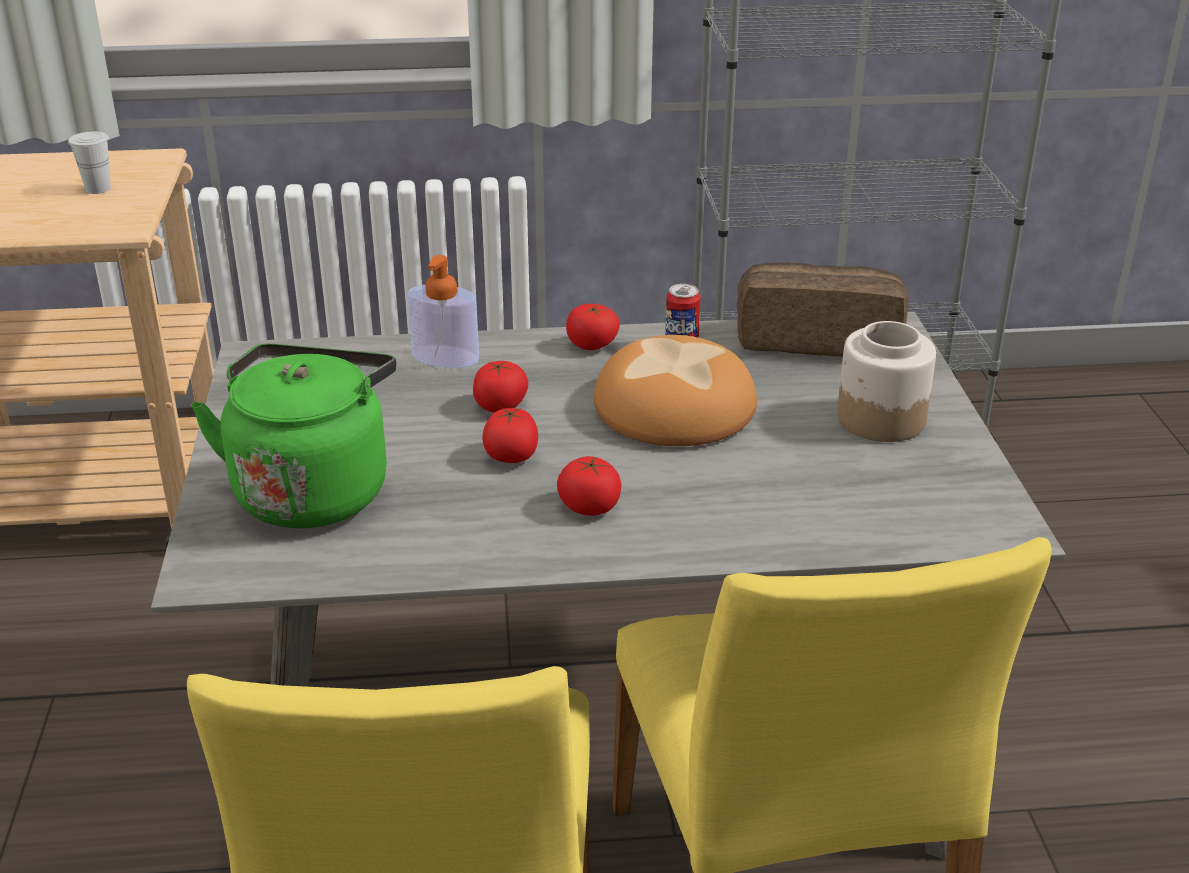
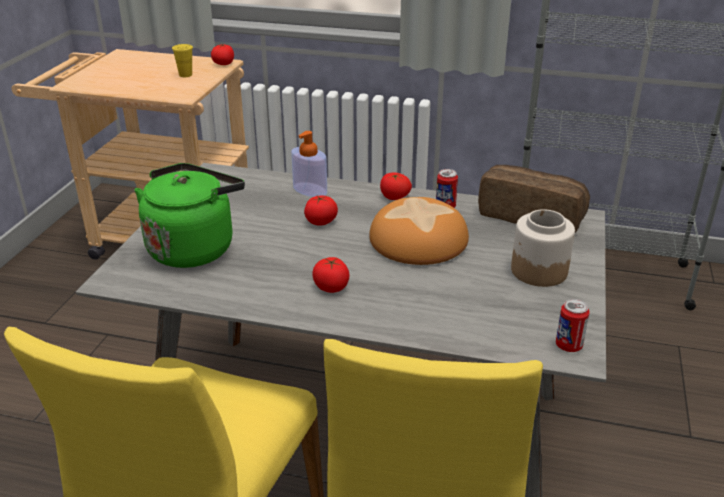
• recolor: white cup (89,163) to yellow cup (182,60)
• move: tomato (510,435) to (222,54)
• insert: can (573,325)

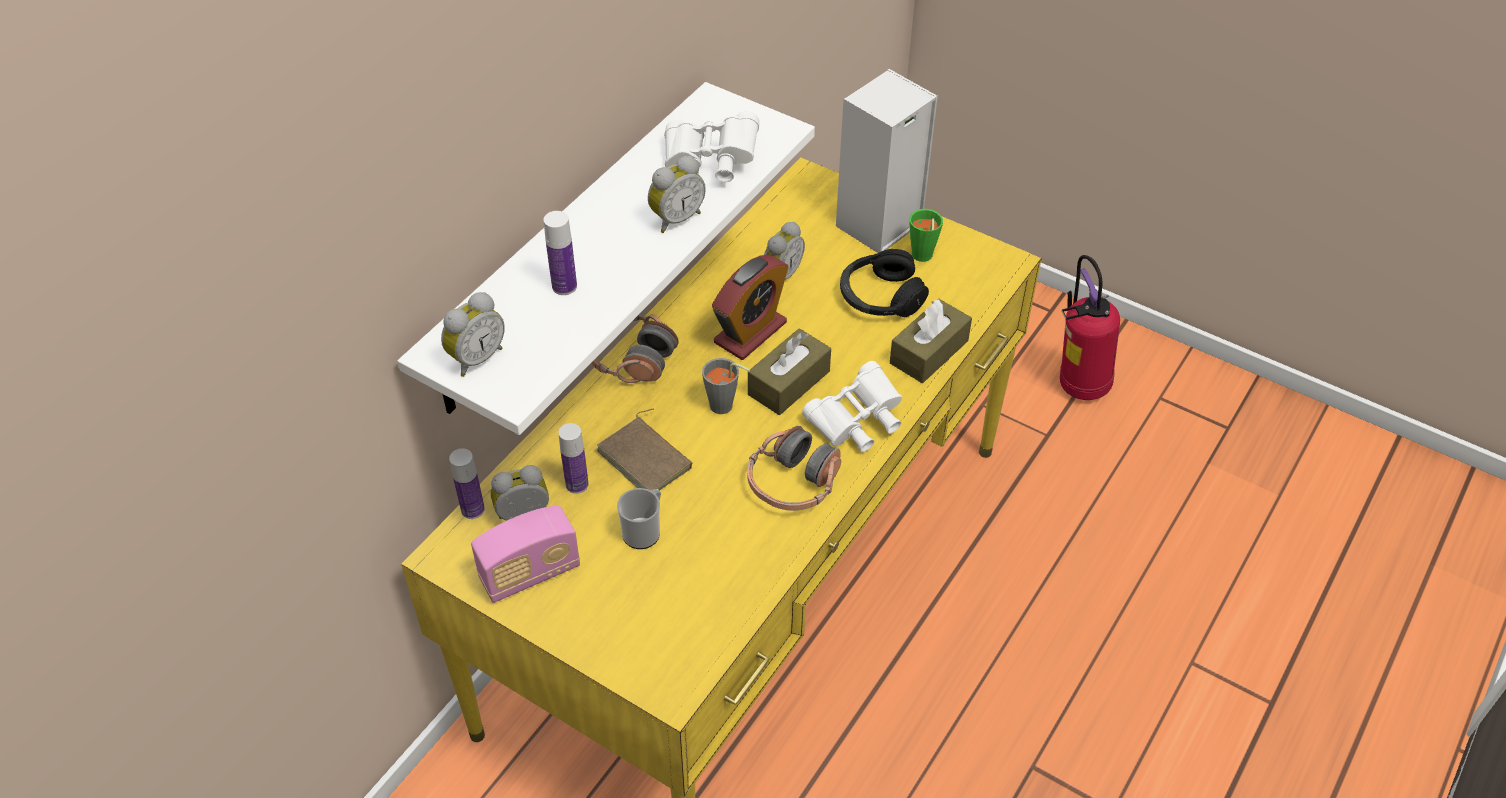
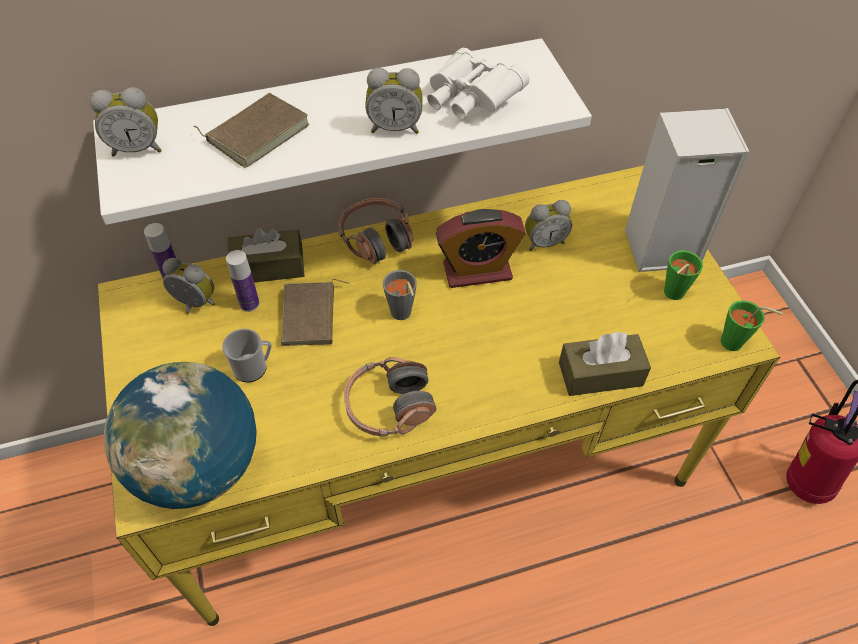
• replace: bottle (560,253) to brown book (251,130)
• delete: black headphones (884,283)
• move: brown tissue box (789,371) to (266,255)
• delete: white binoculars (852,406)
• delete: radio (525,554)
• insert: green cup (751,325)
• insert: globe (180,435)

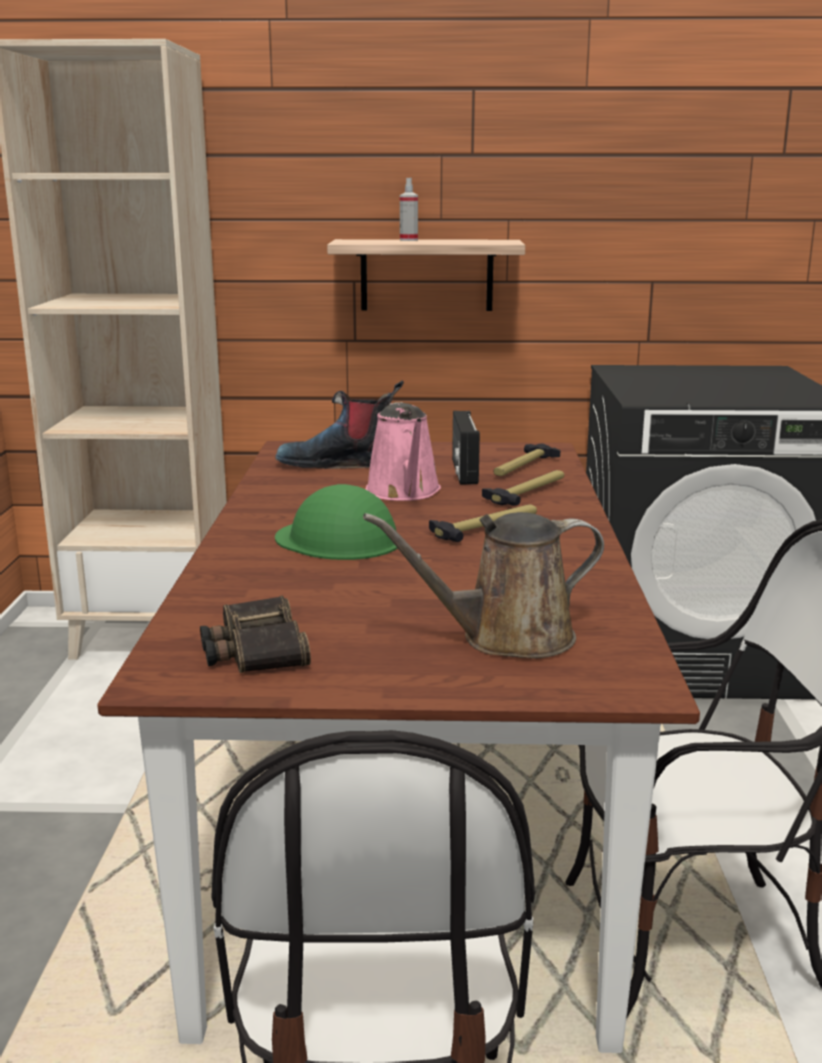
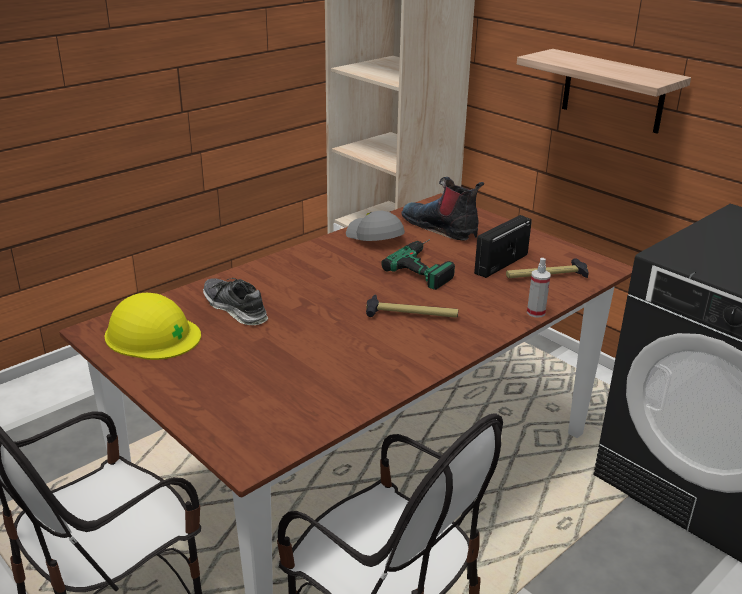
• move: spray bottle (409,209) to (539,287)
• replace: pink watering can (403,451) to power drill (418,264)
• delete: hammer (523,488)
• delete: green hard hat (337,522)
• delete: brown watering can (483,585)
• replace: binoculars (255,634) to yellow hard hat (152,326)
• insert: grey cap (375,226)
• insert: shoe (235,301)

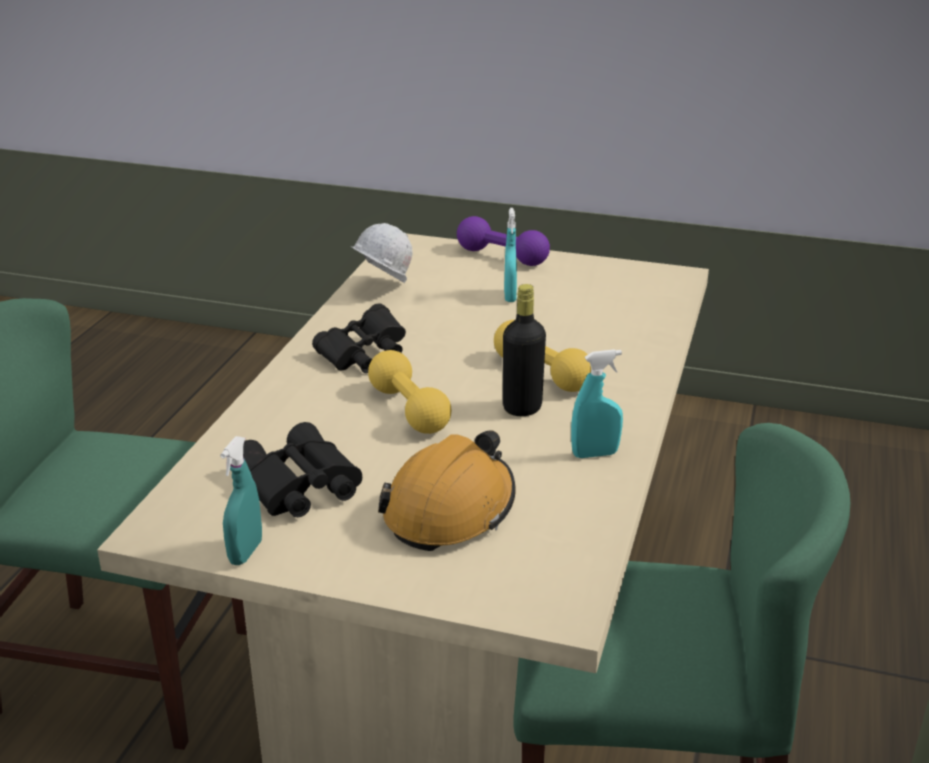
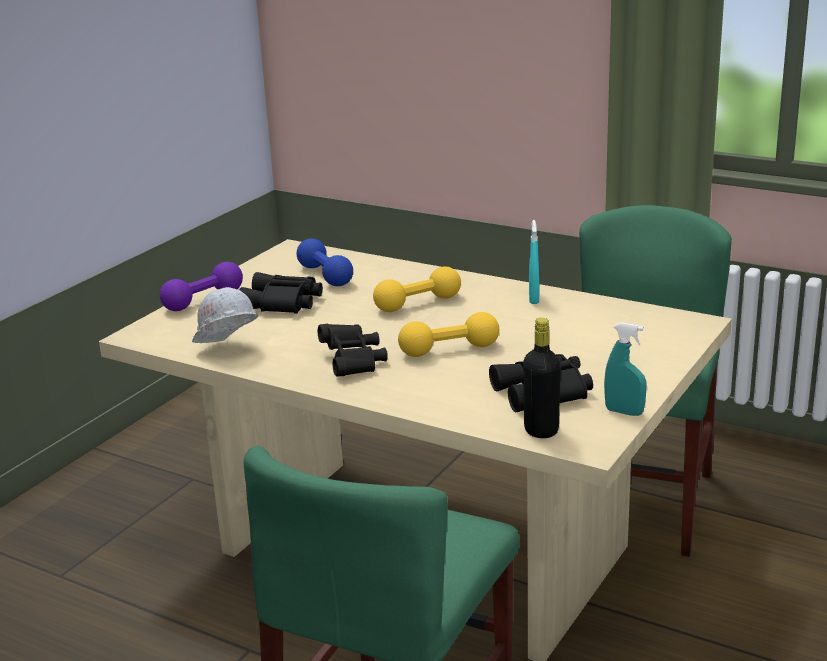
• replace: turquoise spray bottle (510,255) to black binoculars (281,293)
• move: black bottle (524,350) to (542,378)
• delete: orange hard hat (447,490)
• insert: blue dumbbell (325,262)

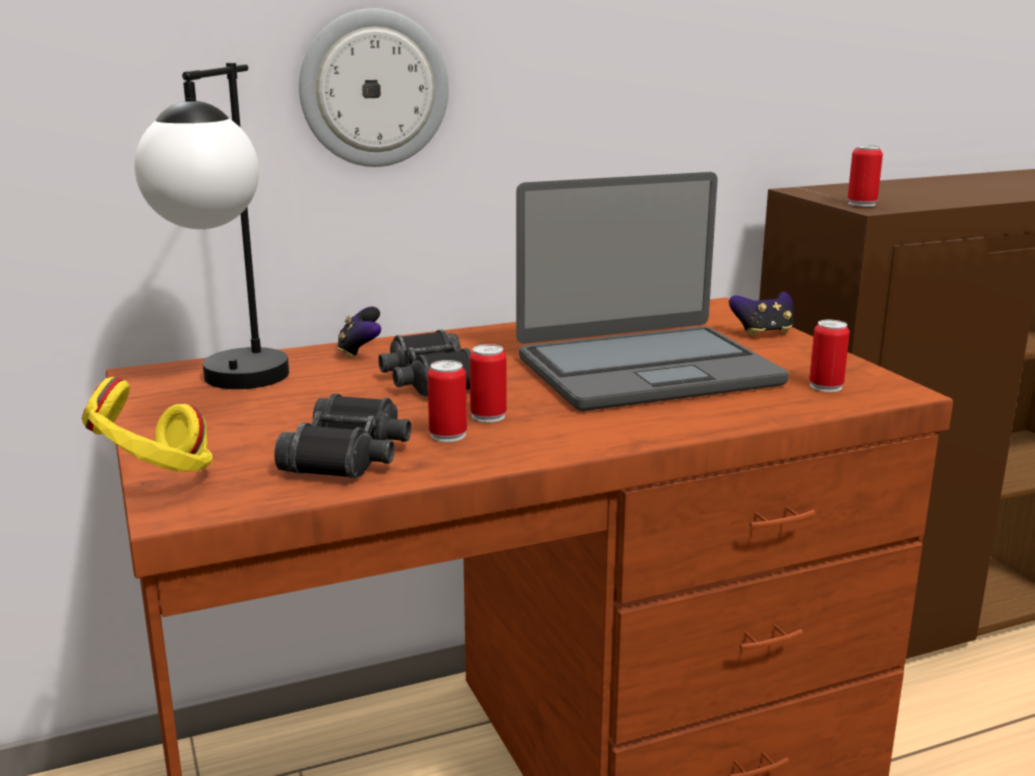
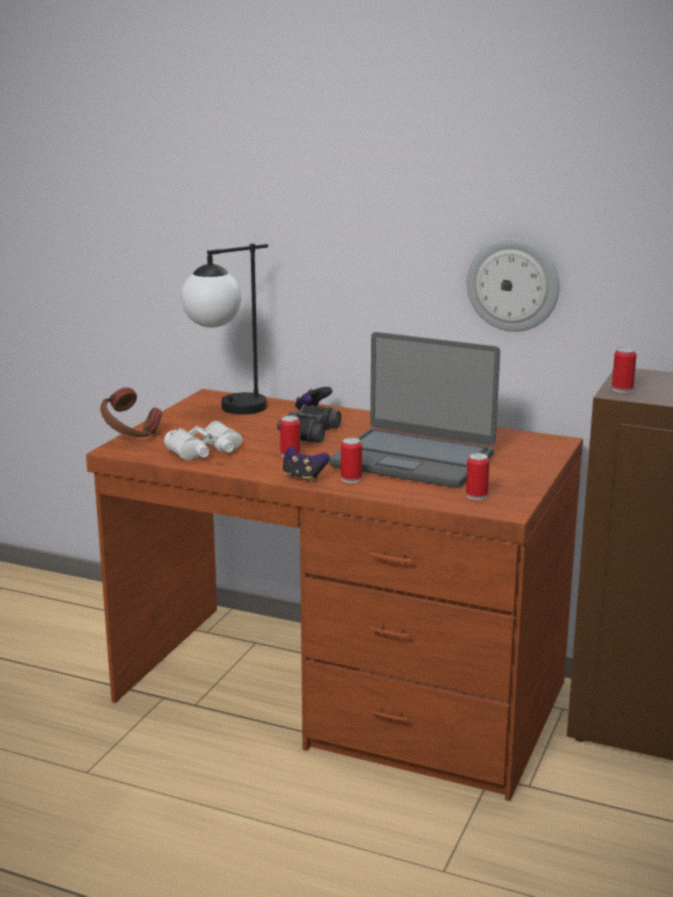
• move: wall clock (374,87) to (513,285)
• move: game controller (761,314) to (306,464)
• move: can (447,401) to (351,460)
• recolor: yellow headphones (147,424) to brown headphones (131,412)
• recolor: black binoculars (342,436) to white binoculars (203,440)

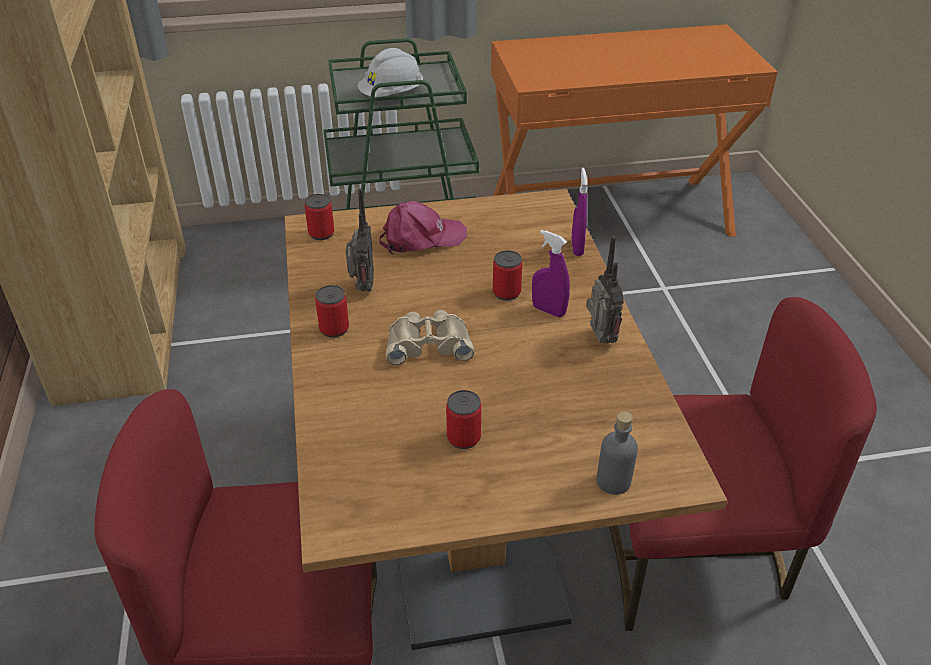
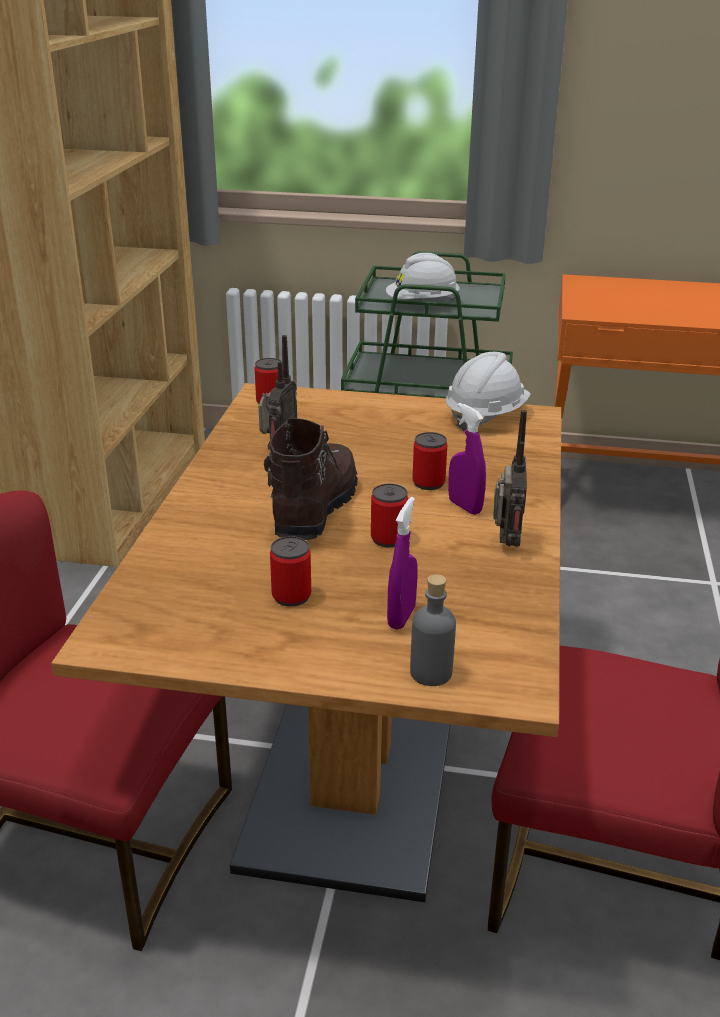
• move: purple spray bottle (579,212) to (402,563)
• delete: pink cap (423,228)
• move: can (332,311) to (389,516)
• replace: beige binoculars (430,337) to brown boot (311,479)
• insert: white hard hat (488,391)

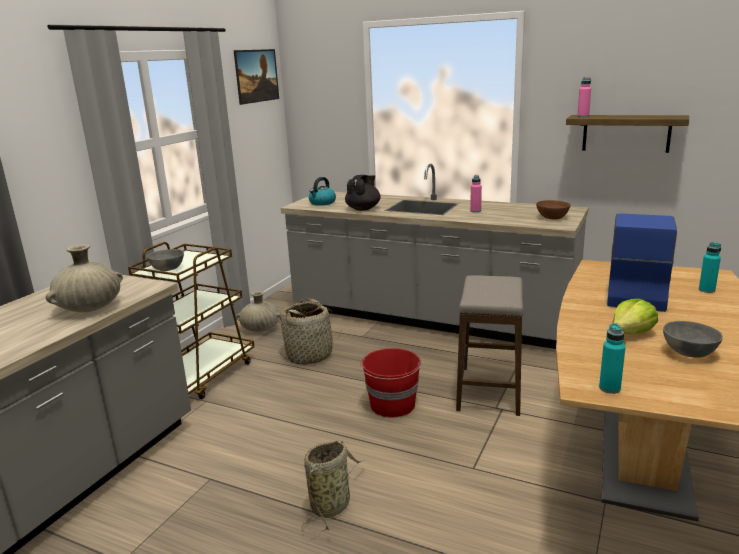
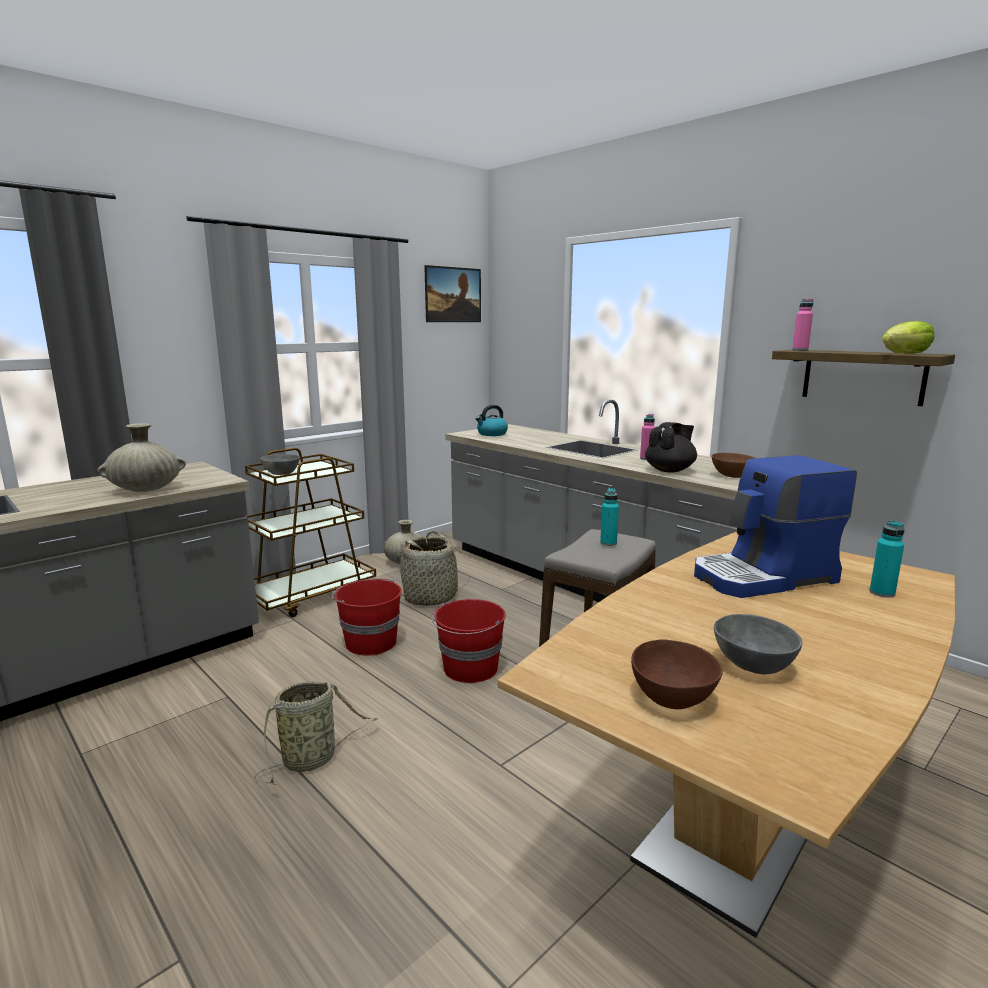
• move: black teapot (363,193) to (671,447)
• rotate: coffee machine (642,262) = (775,526) 150 degrees counterclockwise
• move: lettuce (635,316) to (908,337)
• move: turquoise bottle (612,359) to (609,517)
• insert: red bucket (367,617)
• insert: brown bowl (677,674)

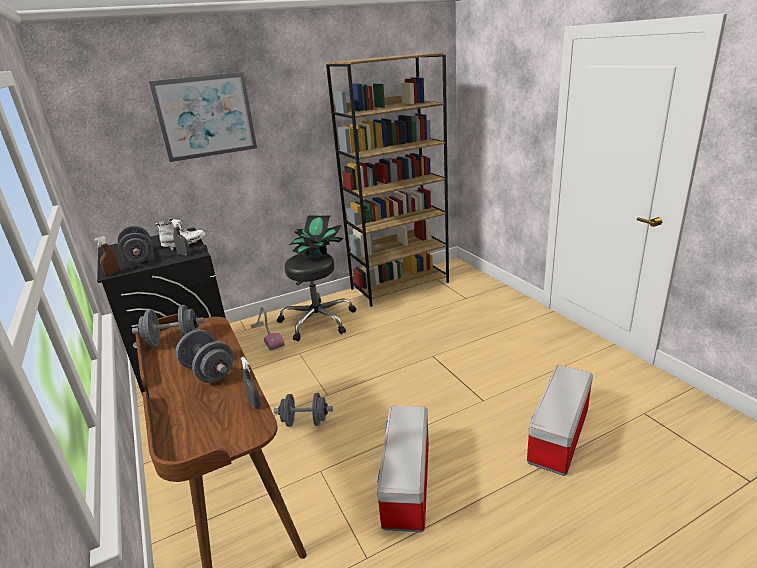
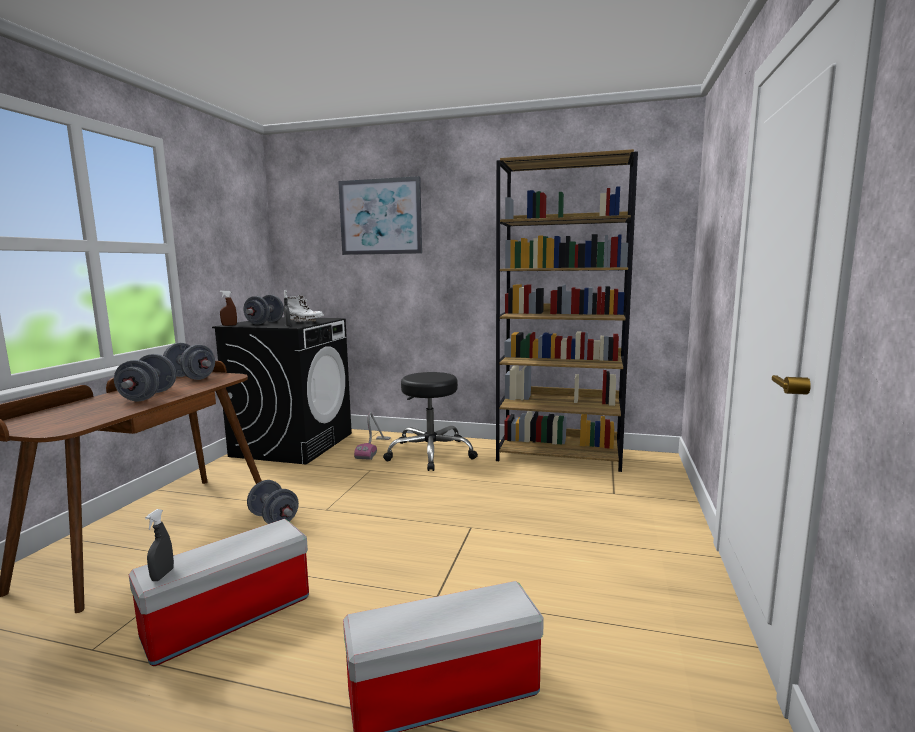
• delete: potted plant (316,236)
• move: grey spray bottle (251,383) to (159,545)

